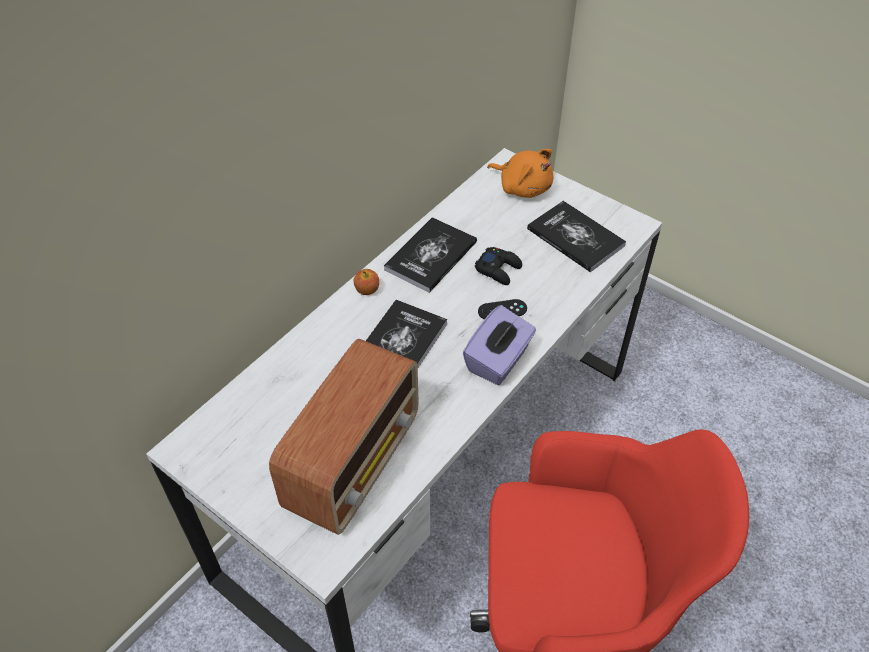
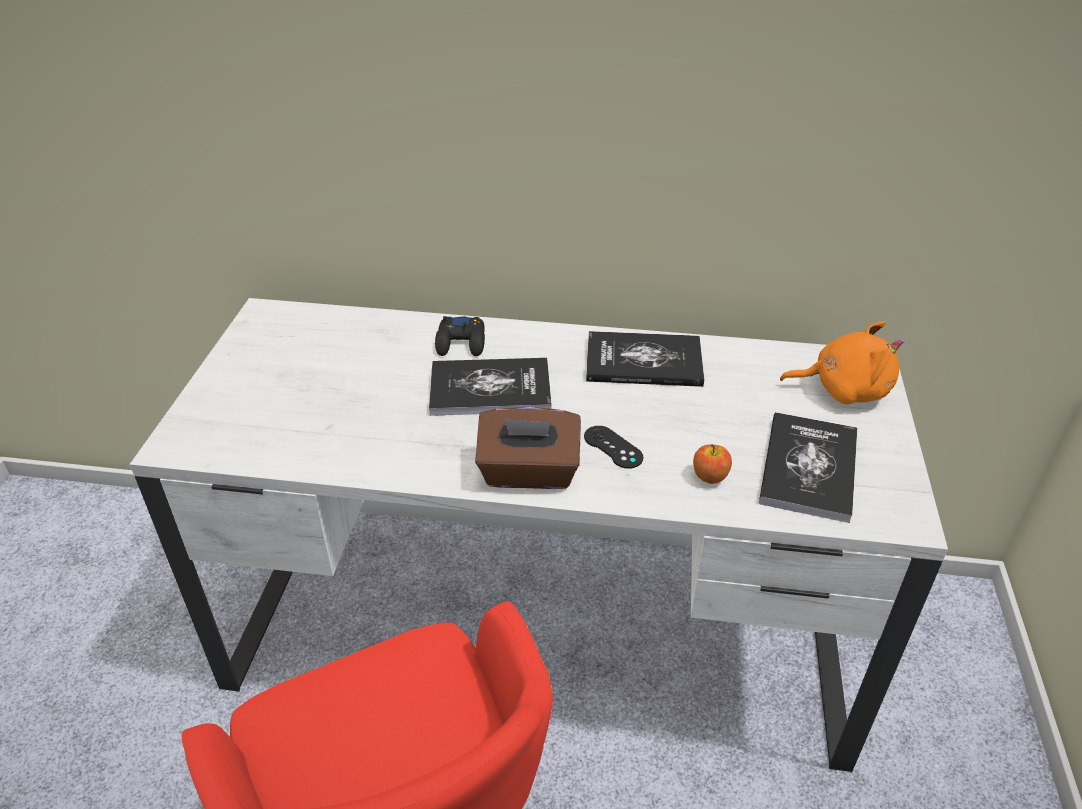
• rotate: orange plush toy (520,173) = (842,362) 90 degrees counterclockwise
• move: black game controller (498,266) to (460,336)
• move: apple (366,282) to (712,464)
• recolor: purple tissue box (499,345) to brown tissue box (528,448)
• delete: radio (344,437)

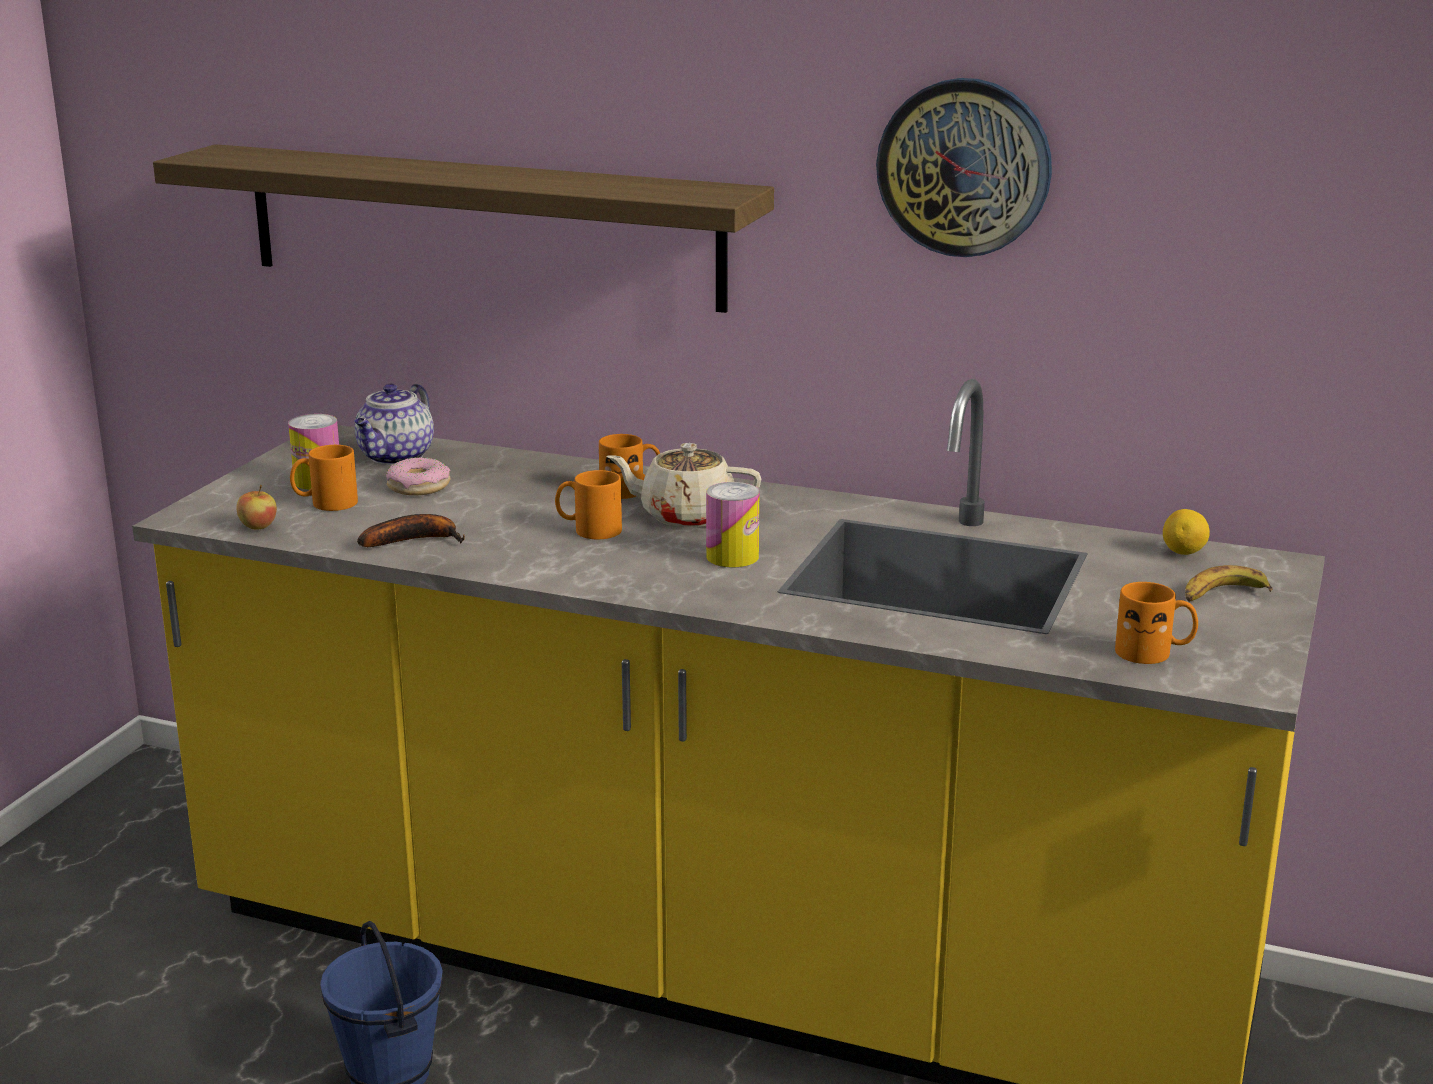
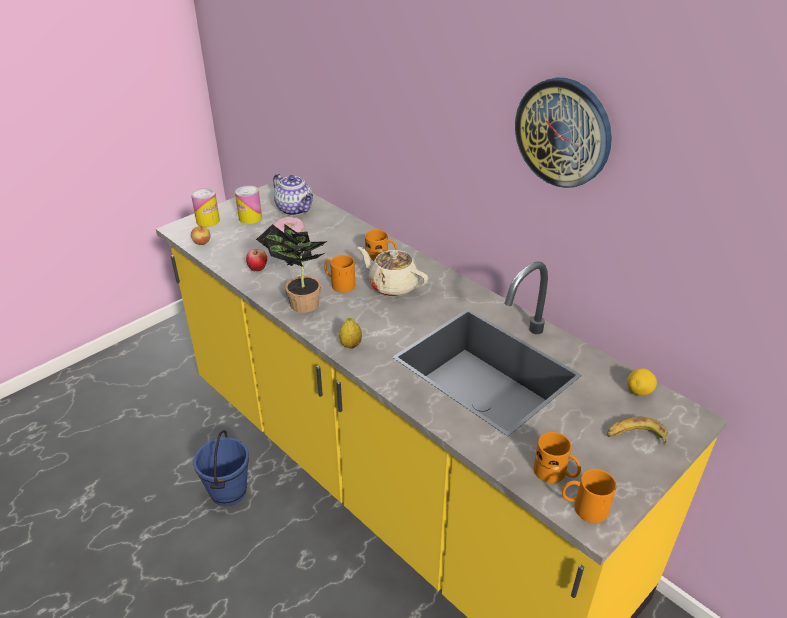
• delete: shelf (463,228)
• rotate: teapot (394,424) = (293,194) 90 degrees counterclockwise
• move: orange mug (324,478) to (589,496)
• move: can (732,524) to (205,207)
• replace: banana (411,530) to apple (256,260)
• insert: potted plant (292,268)
• insert: lemon (350,333)

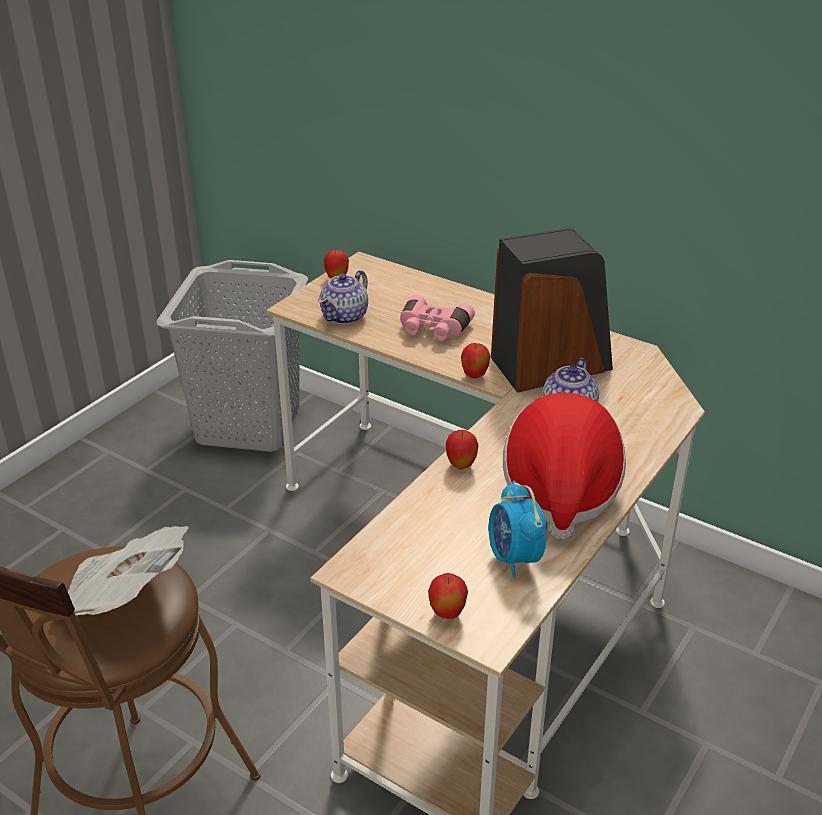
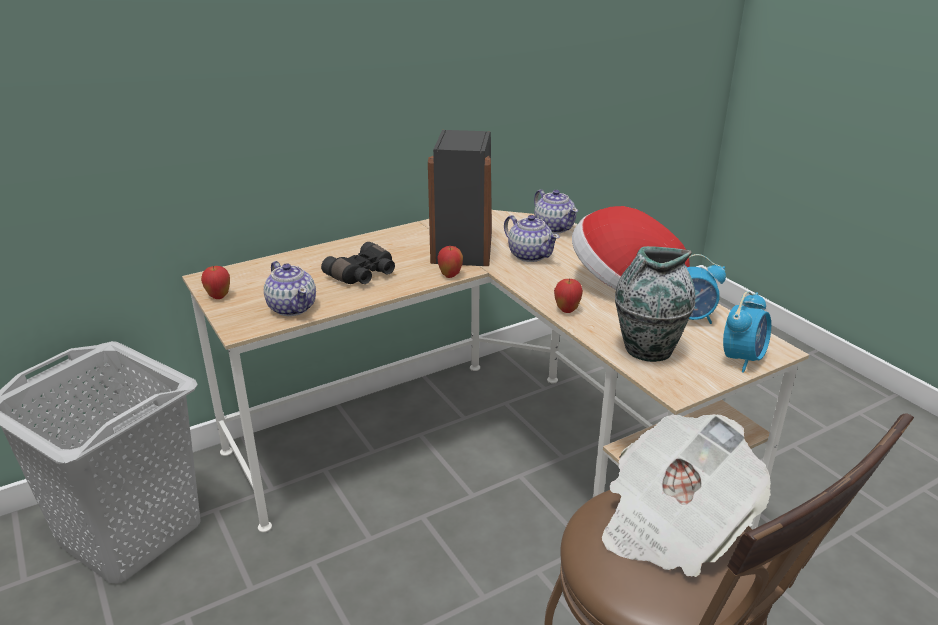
• recolor: pink binoculars (437,318) to black binoculars (358,263)
• replace: apple (448,596) to alarm clock (747,332)
• insert: teapot (556,211)
• insert: vase (655,304)

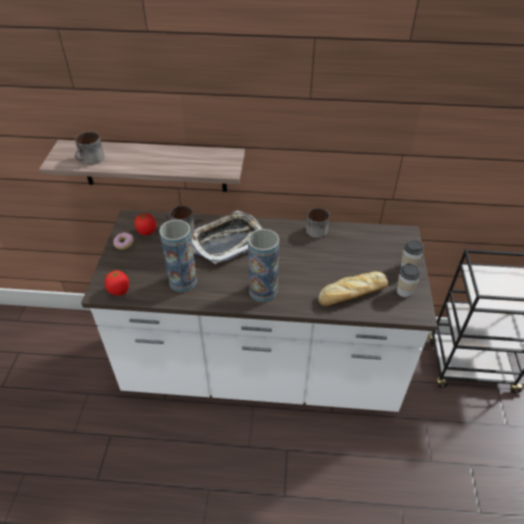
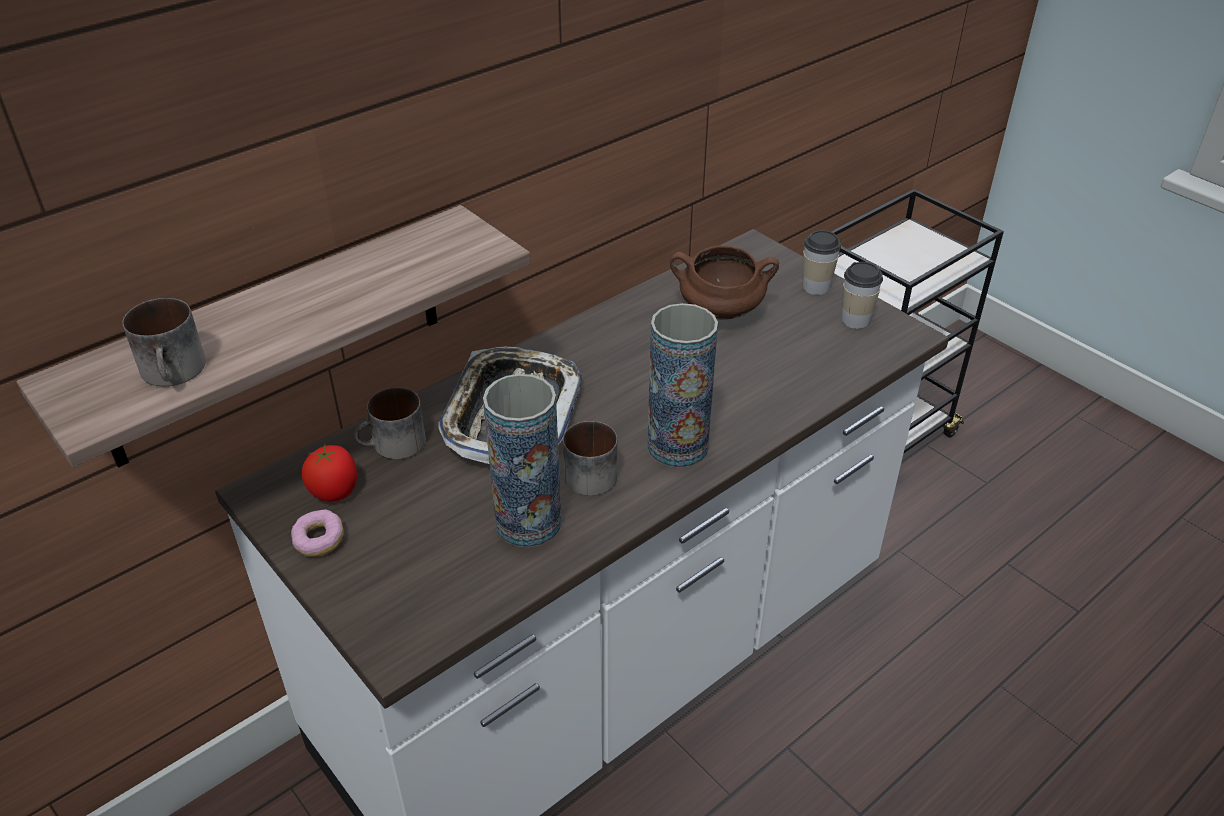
• move: mug (318,223) to (590,458)
• delete: tomato (117,283)
• delete: bread (353,289)
• insert: brown cooking pot (724,282)

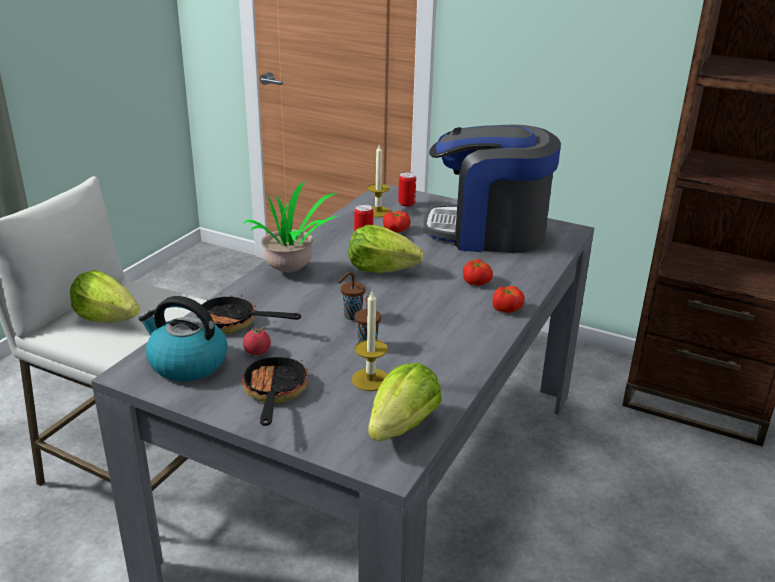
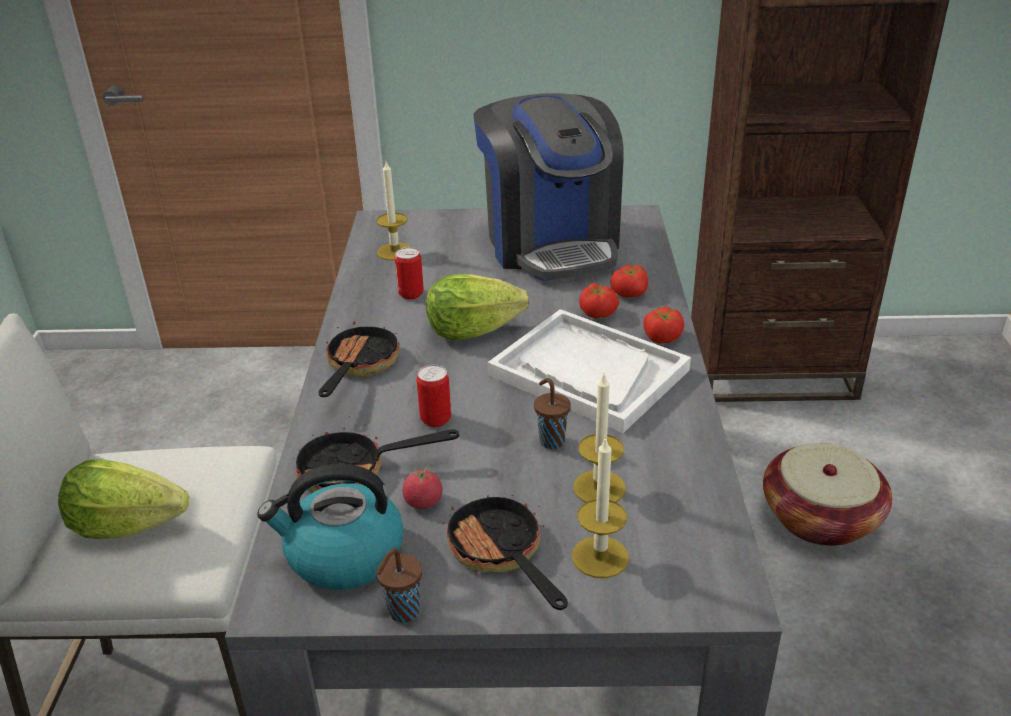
• rotate: coffee machine (492,188) = (548,187) 90 degrees counterclockwise
• move: can (407,189) to (433,396)
• replace: potted plant (292,226) to frying pan (359,359)
• move: tomato (397,221) to (629,281)
• move: brown cup (352,296) to (399,585)
• delete: lettuce (405,402)
• insert: white tray (589,371)
• insert: candle (600,507)
• insert: basket (827,494)

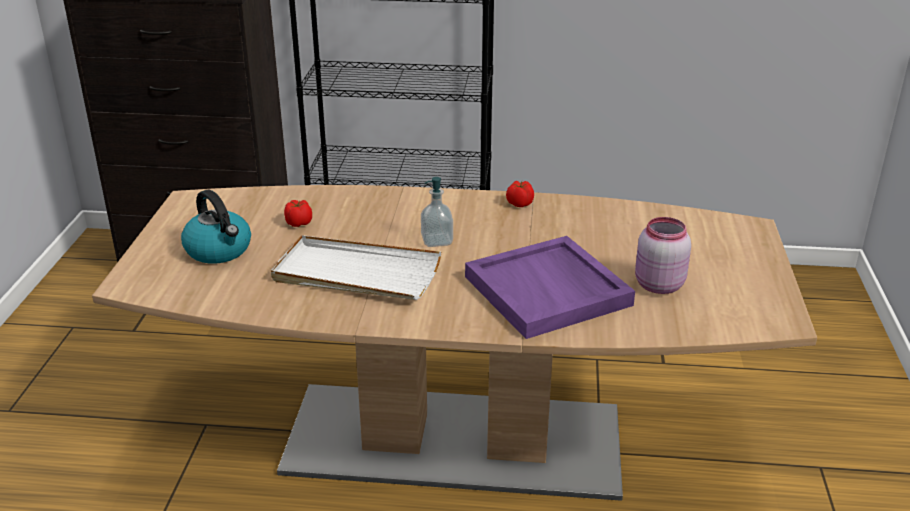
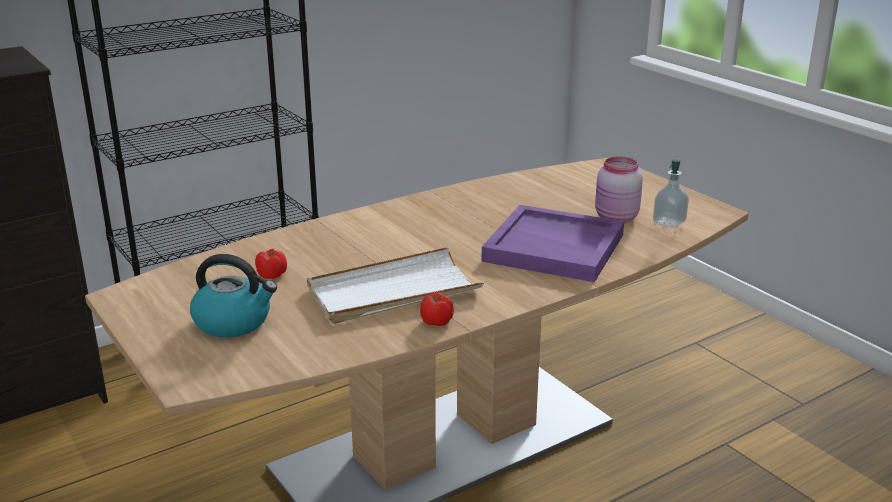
• move: soap dispenser (437,212) to (671,193)
• move: tomato (520,194) to (437,309)

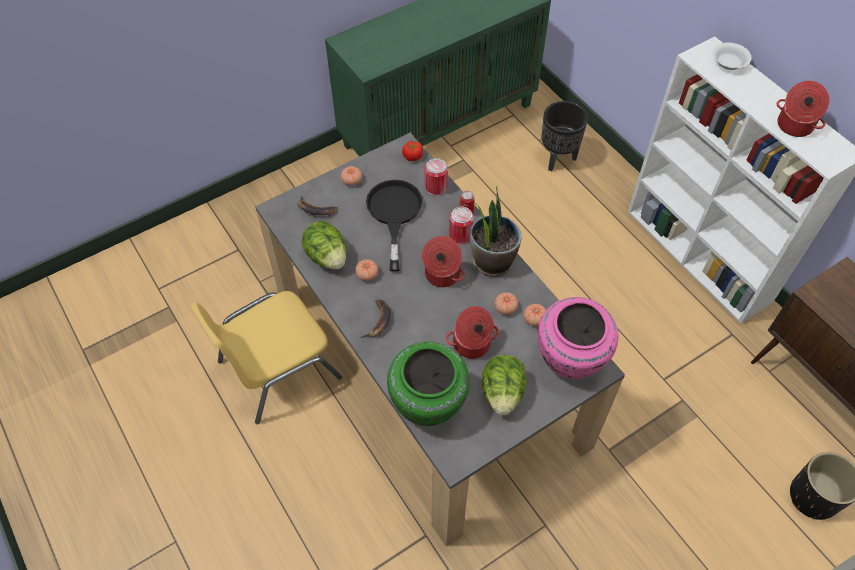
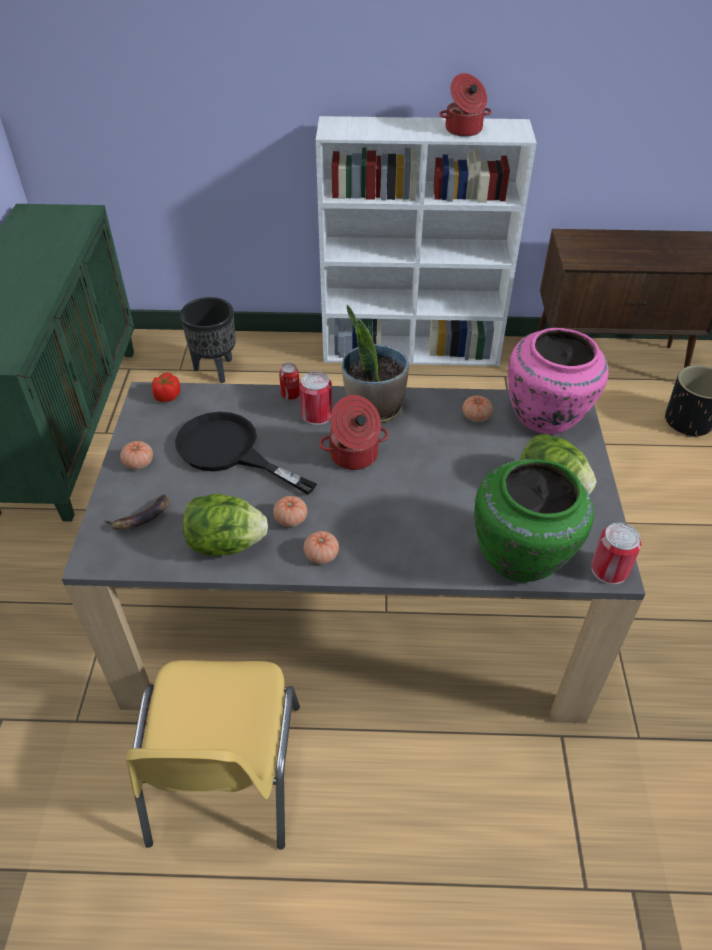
• delete: white bowl (732,56)
• move: can (436,176) to (616,554)
• move: tomato (506,303) to (321,547)
• delete: banana (375,319)
• delete: cooking pot (472,332)

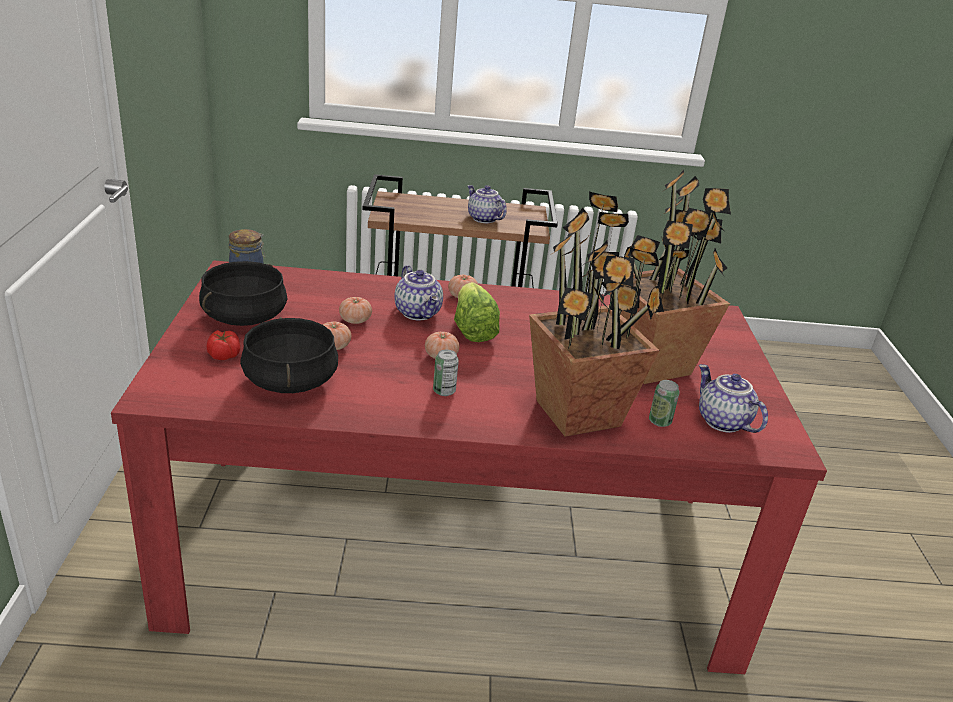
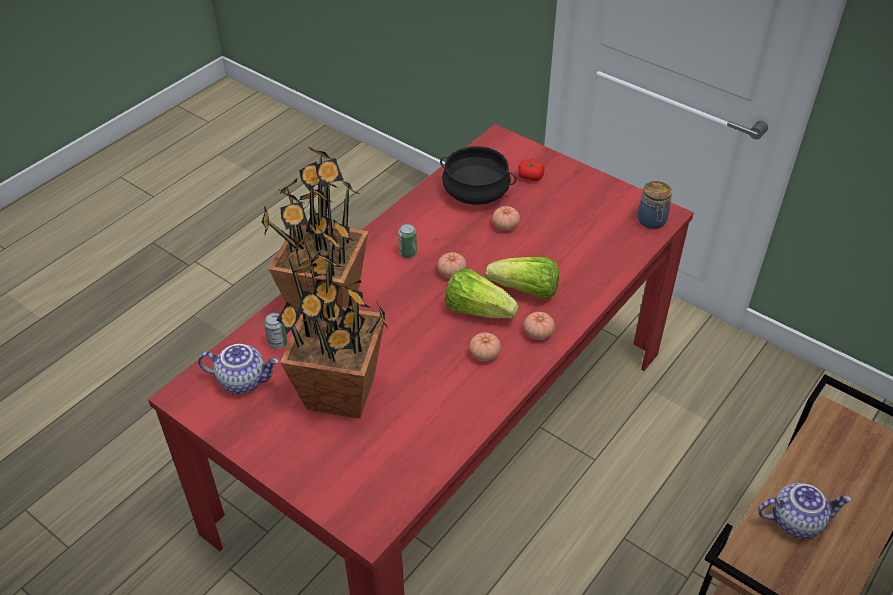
• delete: black cooking pot (243,293)
• replace: teapot (418,292) to lettuce (522,278)
• move: tomato (355,310) to (485,346)

